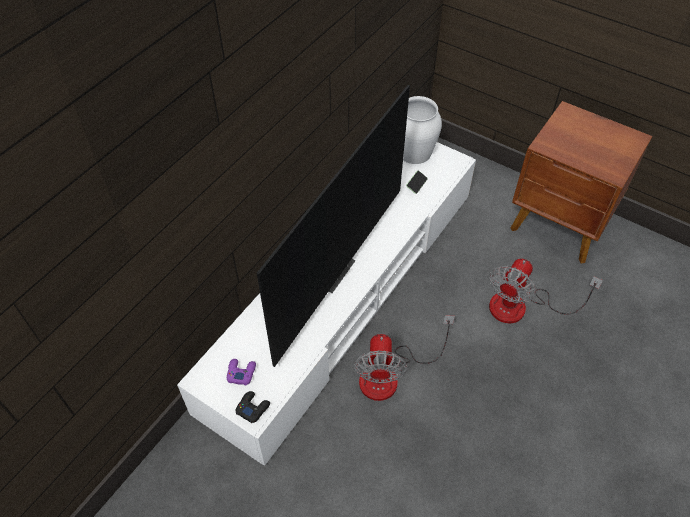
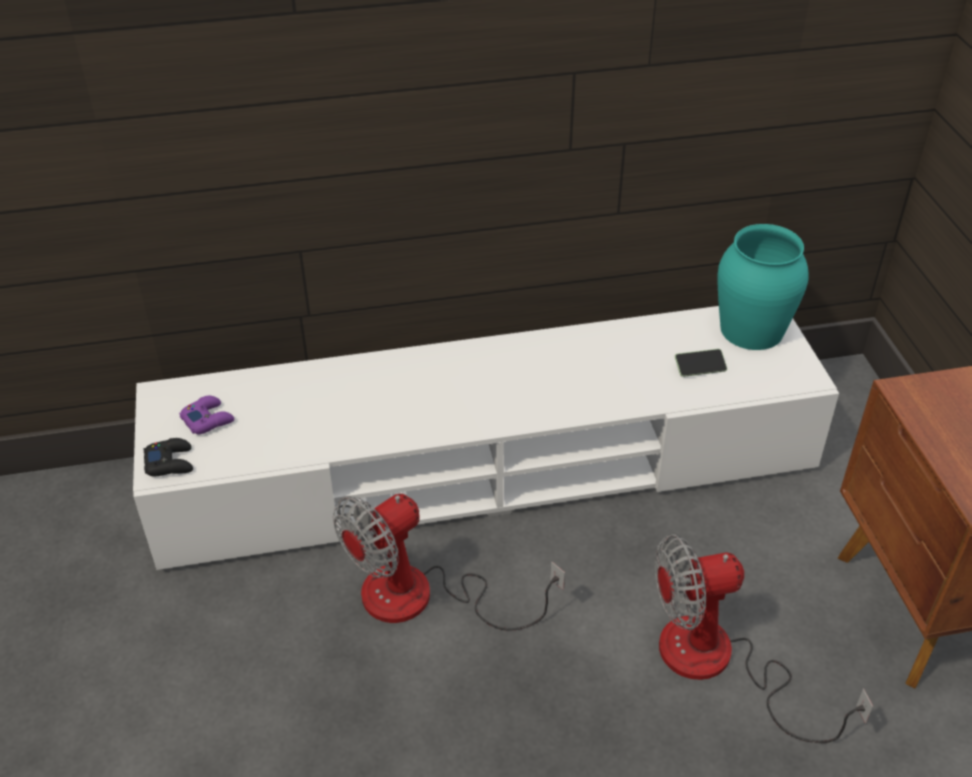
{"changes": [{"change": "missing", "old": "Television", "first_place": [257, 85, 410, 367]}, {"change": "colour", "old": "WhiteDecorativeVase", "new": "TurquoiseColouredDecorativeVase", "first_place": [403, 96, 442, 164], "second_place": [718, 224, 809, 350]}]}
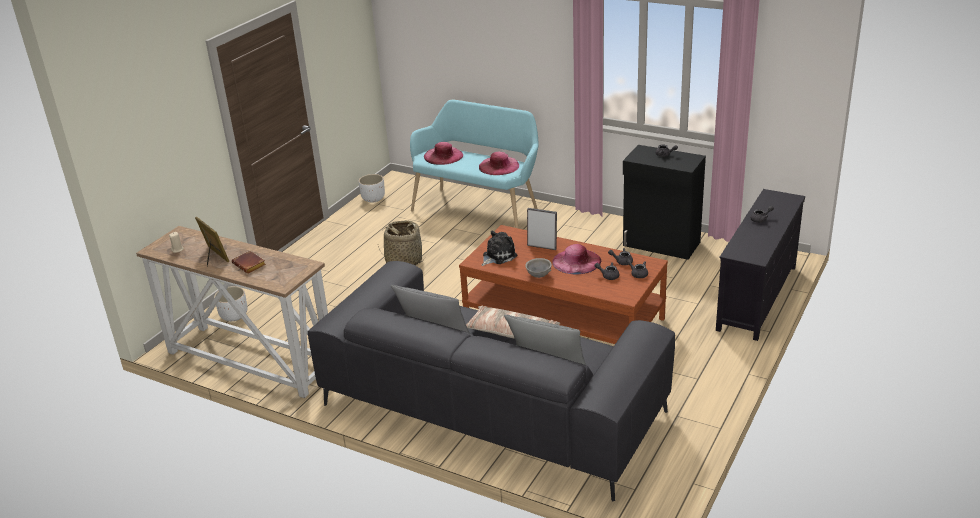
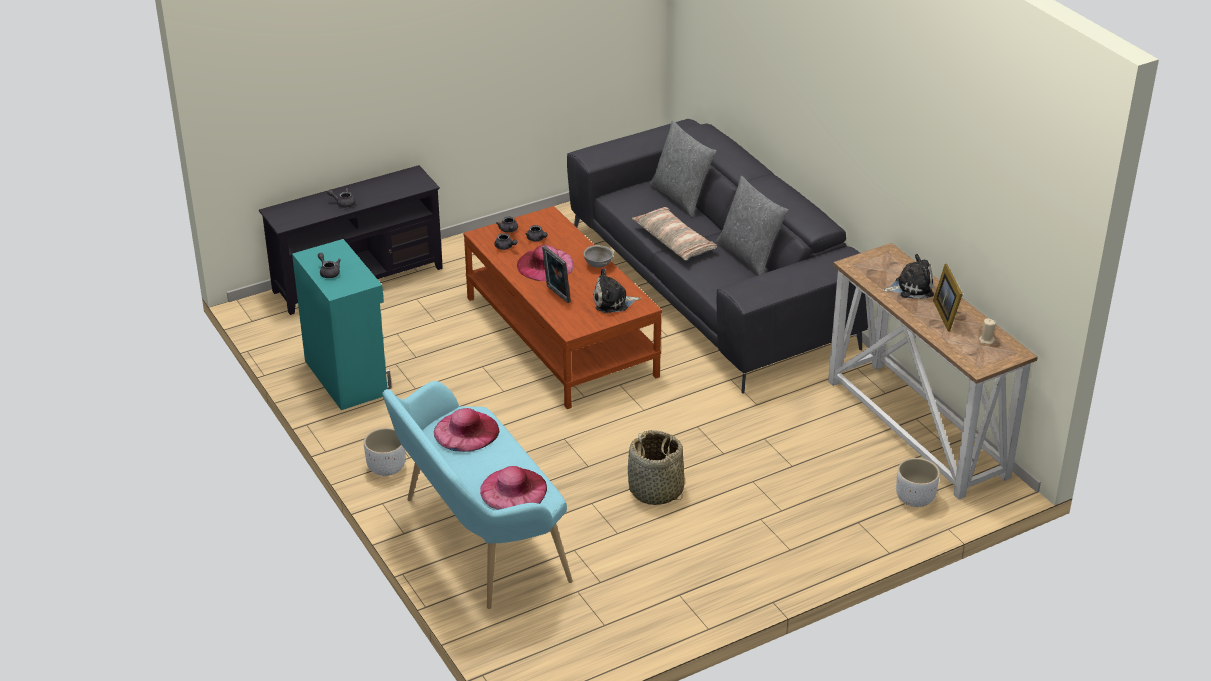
{"changes": [{"change": "relocated", "old": "WhiteFlowerPot", "first_place": [359, 174, 385, 202], "second_place": [364, 428, 406, 476]}, {"change": "exchanged", "old": "BrownVolume", "new": "CuddlyToy", "first_place": [232, 251, 266, 274], "second_place": [883, 254, 934, 299]}, {"change": "colour", "old": "BlackColouredCabinet", "new": "TurquoiseColouredCabinet", "first_place": [623, 145, 706, 260], "second_place": [292, 239, 392, 410]}]}
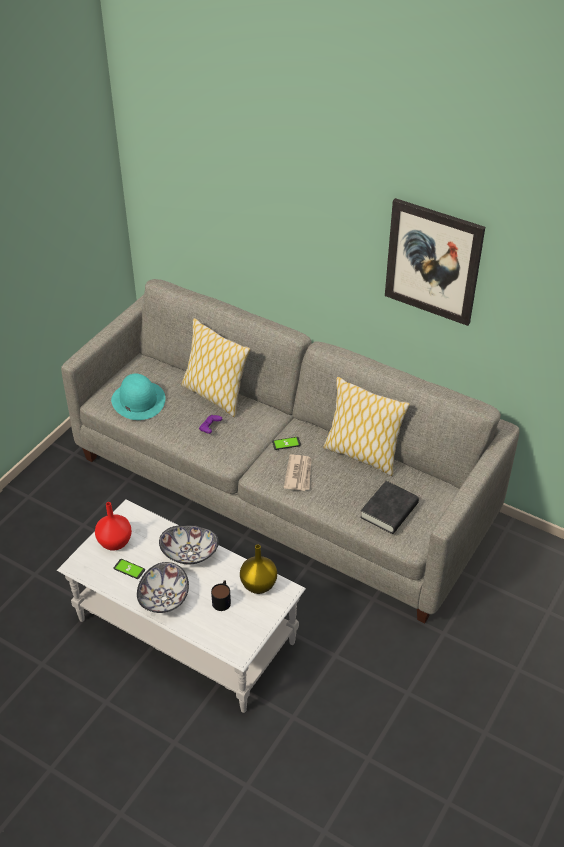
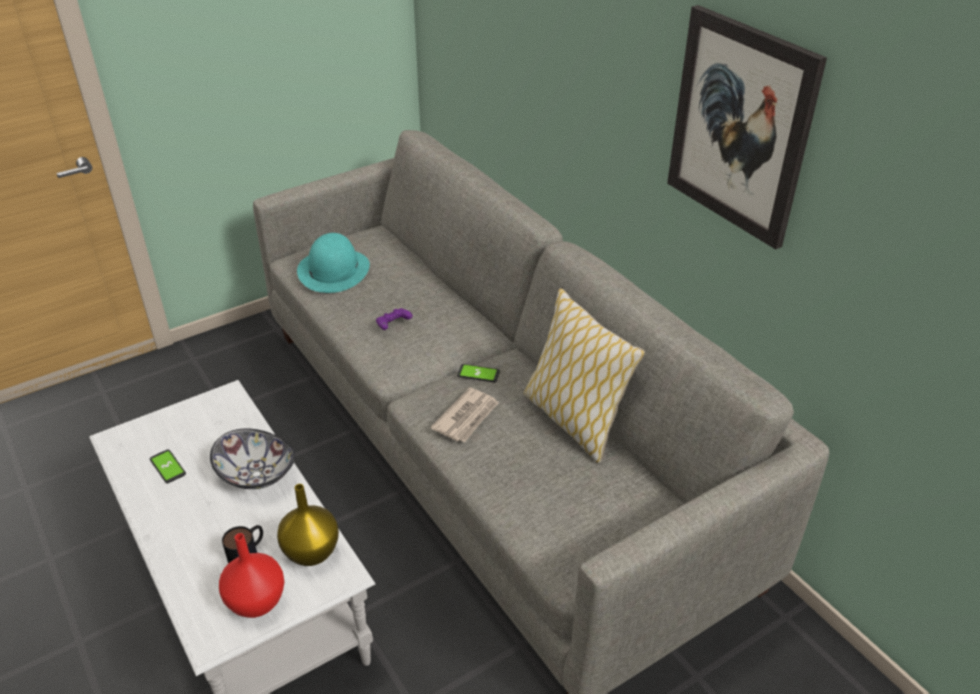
{"changes": [{"change": "missing", "old": "ServingBowl", "first_place": [137, 562, 189, 613]}, {"change": "missing", "old": "ThrowPillow", "first_place": [181, 318, 250, 417]}, {"change": "missing", "old": "BlackColouredVolume", "first_place": [360, 481, 419, 534]}, {"change": "relocated", "old": "RedDecorativeVase", "first_place": [95, 502, 132, 551], "second_place": [219, 533, 284, 618]}]}
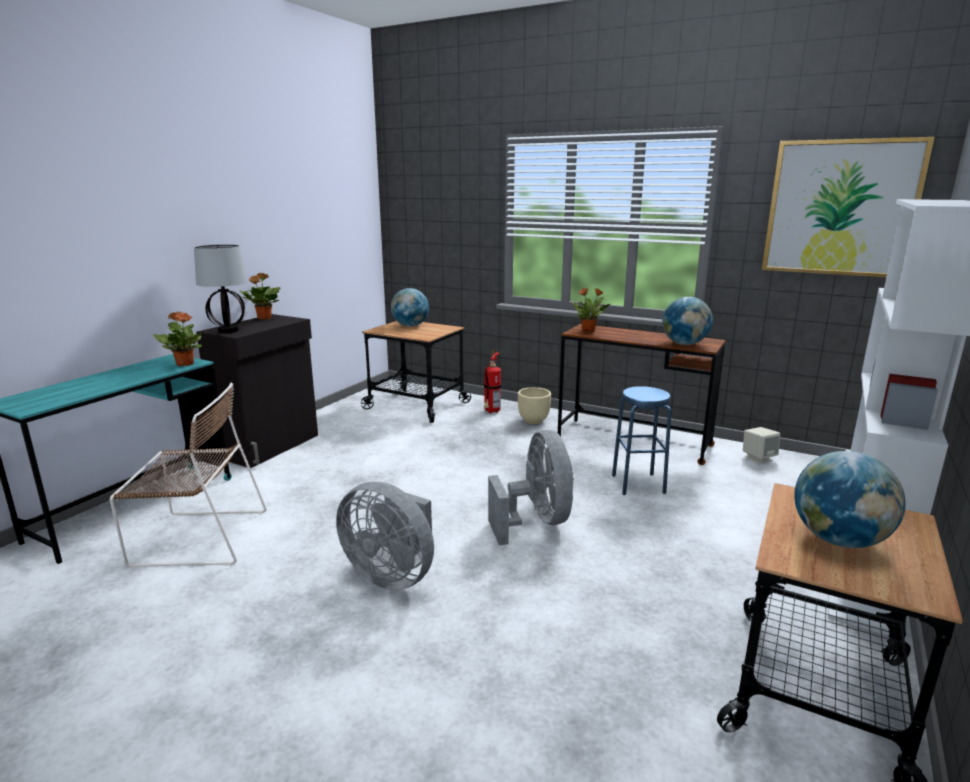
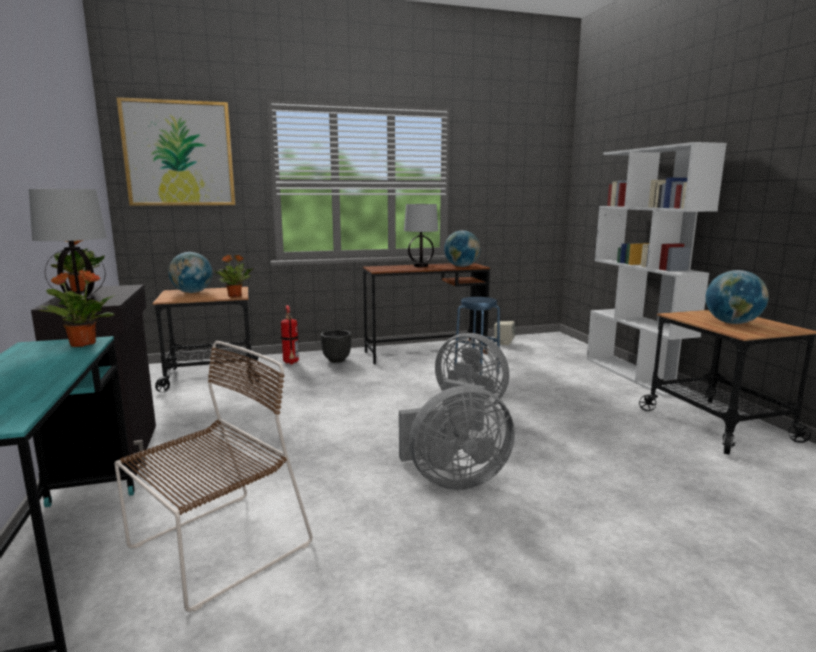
{"changes": [{"change": "appeared", "new": "LampForATable", "second_place": [404, 204, 438, 267]}, {"change": "relocated", "old": "PottedPlant", "first_place": [571, 287, 610, 332], "second_place": [214, 255, 253, 298]}, {"change": "relocated", "old": "WallPicture", "first_place": [762, 137, 935, 278], "second_place": [116, 97, 235, 206]}, {"change": "colour", "old": "BeigeFlowerPot", "new": "BlackColouredFlowerPot", "first_place": [518, 387, 551, 424], "second_place": [321, 330, 351, 363]}]}
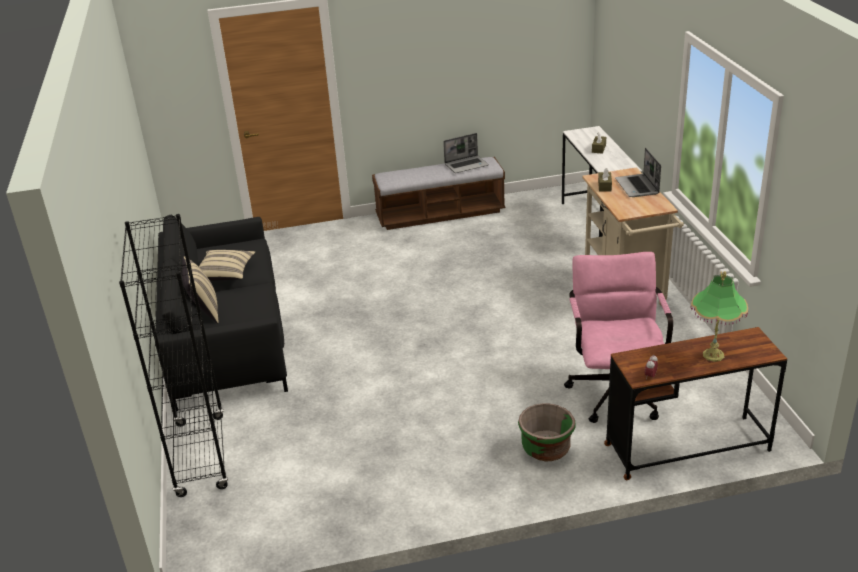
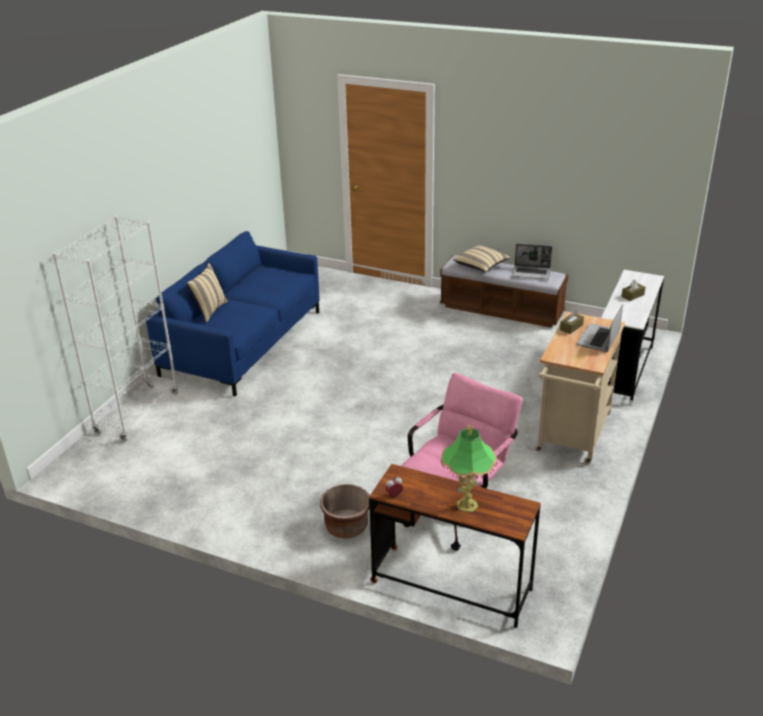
{"changes": [{"change": "relocated", "old": "BeigeThrowPillow", "first_place": [199, 250, 256, 281], "second_place": [453, 245, 511, 272]}, {"change": "colour", "old": "BlackColouredBookcase", "new": "WhiteBookcase", "first_place": [119, 214, 228, 497], "second_place": [52, 216, 178, 441]}, {"change": "colour", "old": "BlackColouredSofa", "new": "BluishSofa", "first_place": [155, 215, 288, 411], "second_place": [146, 231, 320, 396]}, {"change": "colour", "old": "GreenColouredFlowerPot", "new": "BrownFlowerPot", "first_place": [518, 403, 576, 462], "second_place": [320, 484, 369, 539]}]}
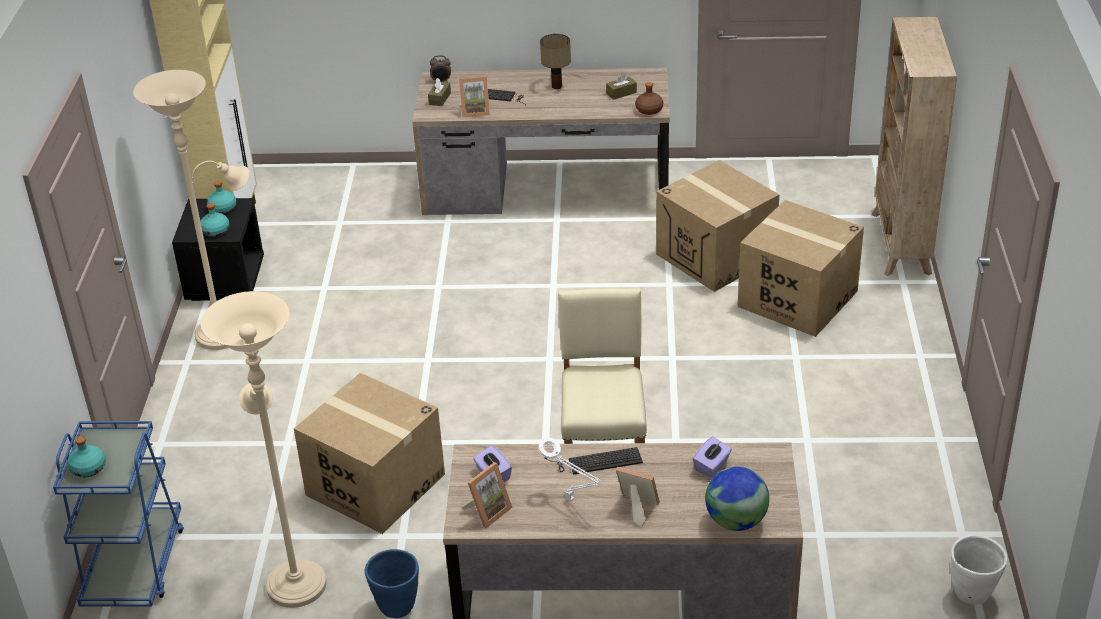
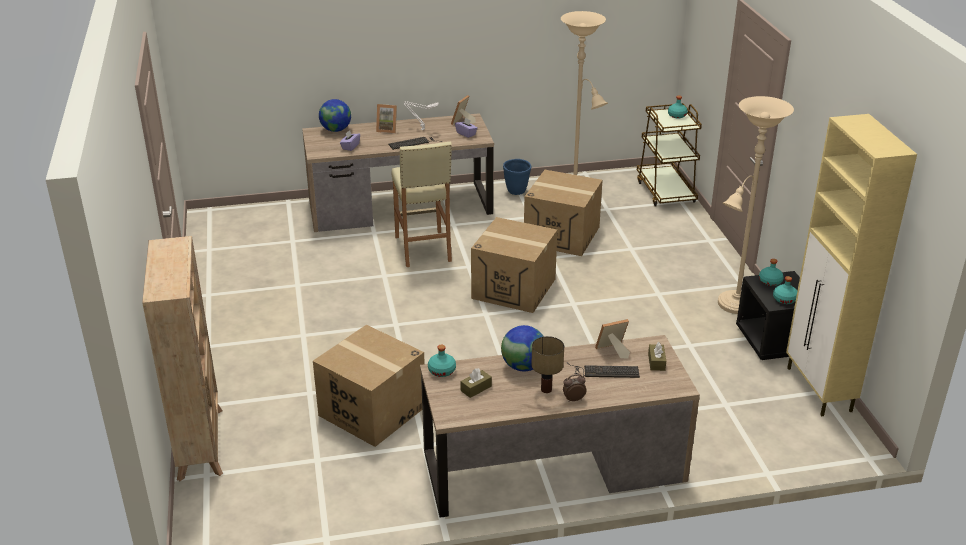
{"changes": [{"change": "missing", "old": "WhiteFlowerPot", "first_place": [951, 535, 1007, 605]}, {"change": "appeared", "new": "WorldGlobe", "second_place": [501, 325, 544, 371]}, {"change": "relocated", "old": "BedsideClock", "first_place": [430, 55, 451, 83], "second_place": [563, 374, 587, 402]}, {"change": "relocated", "old": "CardboardBox", "first_place": [738, 200, 864, 337], "second_place": [471, 217, 557, 313]}, {"change": "colour", "old": "BluishCart", "new": "BrownCart", "first_place": [53, 421, 184, 606], "second_place": [637, 103, 702, 206]}, {"change": "colour", "old": "BrownBottle", "new": "TurquoiseColouredBottle", "first_place": [635, 82, 663, 115], "second_place": [428, 345, 456, 377]}]}
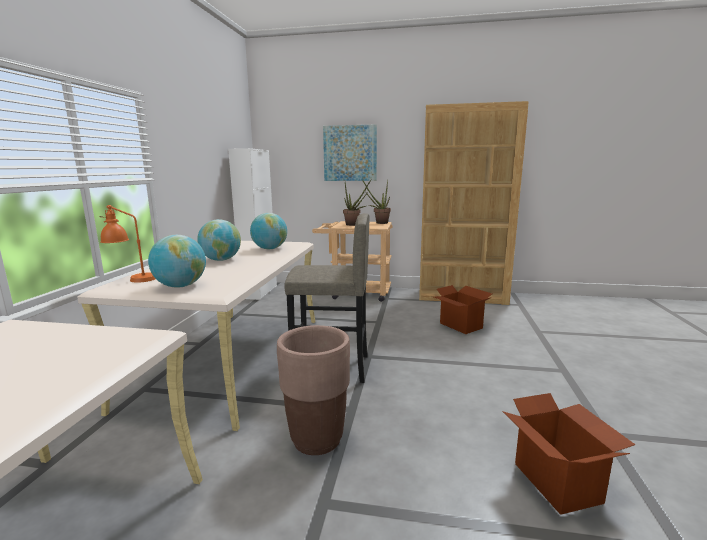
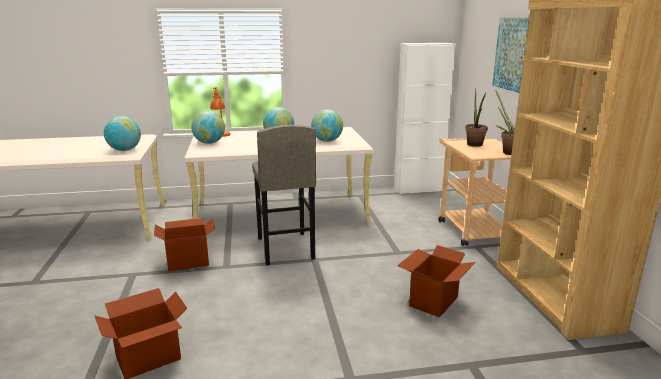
{"changes": [{"change": "appeared", "new": "WorldGlobe", "second_place": [104, 116, 141, 151]}, {"change": "exchanged", "old": "BrownFlowerPot", "new": "CardboardBox", "first_place": [277, 325, 350, 455], "second_place": [154, 218, 215, 271]}]}
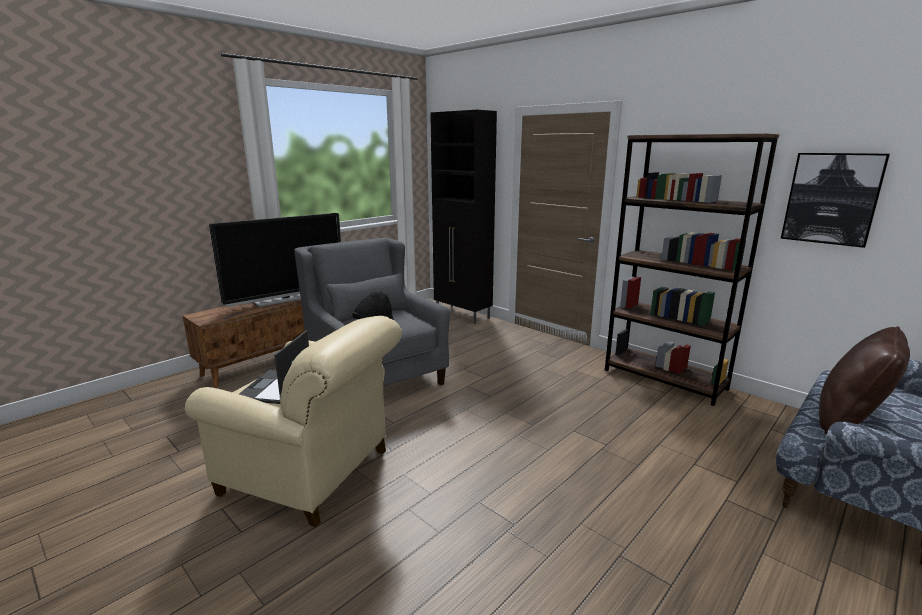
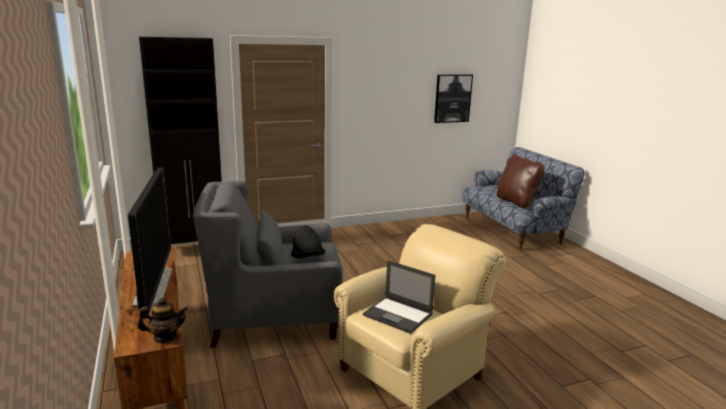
{"changes": [{"change": "missing", "old": "BrownBookcase", "first_place": [605, 133, 779, 406]}, {"change": "appeared", "new": "Teapot", "second_place": [137, 298, 188, 343]}]}
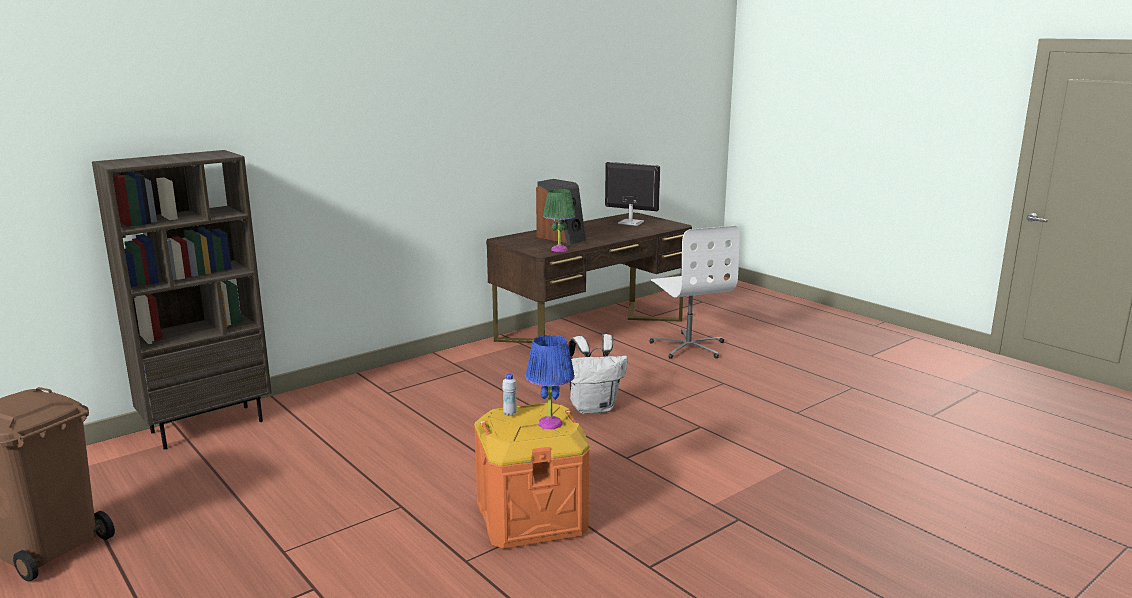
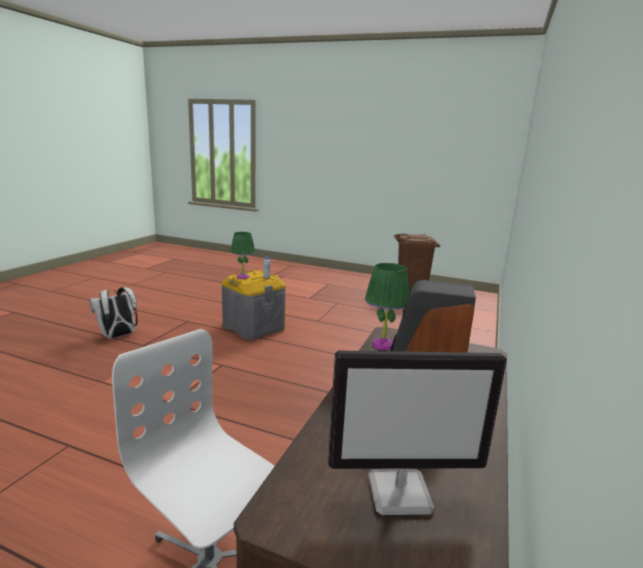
{"changes": [{"change": "missing", "old": "BrownBookcase", "first_place": [92, 150, 272, 450]}, {"change": "relocated", "old": "WhiteRucksack", "first_place": [568, 334, 628, 414], "second_place": [89, 287, 138, 339]}, {"change": "colour", "old": "OrangeColouredStorageBox", "new": "GreyStorageBox", "first_place": [474, 402, 590, 549], "second_place": [221, 270, 286, 340]}, {"change": "colour", "old": "BluishLampForATable", "new": "GreenColouredLampForATable", "first_place": [526, 335, 575, 429], "second_place": [230, 232, 255, 279]}]}
